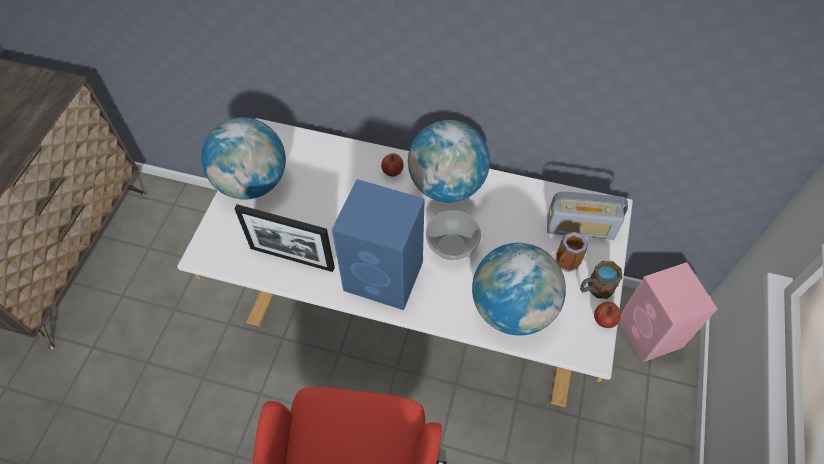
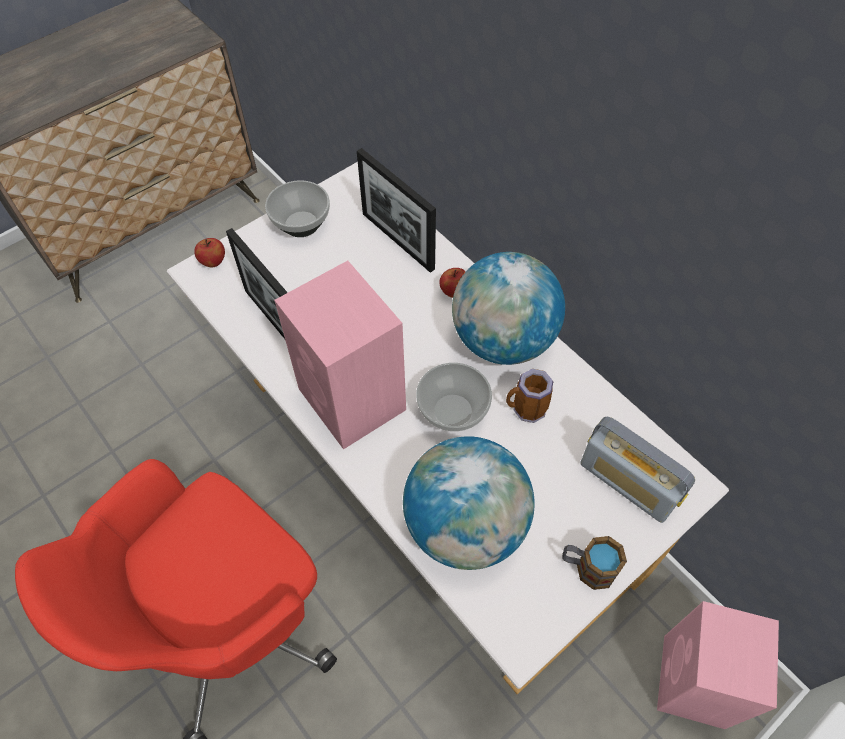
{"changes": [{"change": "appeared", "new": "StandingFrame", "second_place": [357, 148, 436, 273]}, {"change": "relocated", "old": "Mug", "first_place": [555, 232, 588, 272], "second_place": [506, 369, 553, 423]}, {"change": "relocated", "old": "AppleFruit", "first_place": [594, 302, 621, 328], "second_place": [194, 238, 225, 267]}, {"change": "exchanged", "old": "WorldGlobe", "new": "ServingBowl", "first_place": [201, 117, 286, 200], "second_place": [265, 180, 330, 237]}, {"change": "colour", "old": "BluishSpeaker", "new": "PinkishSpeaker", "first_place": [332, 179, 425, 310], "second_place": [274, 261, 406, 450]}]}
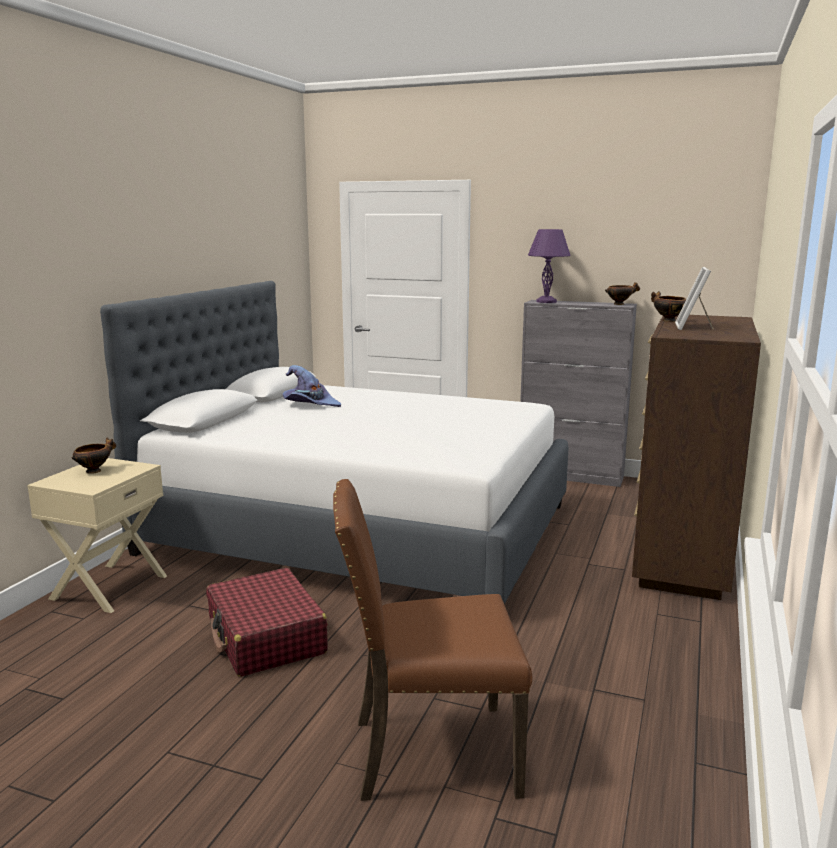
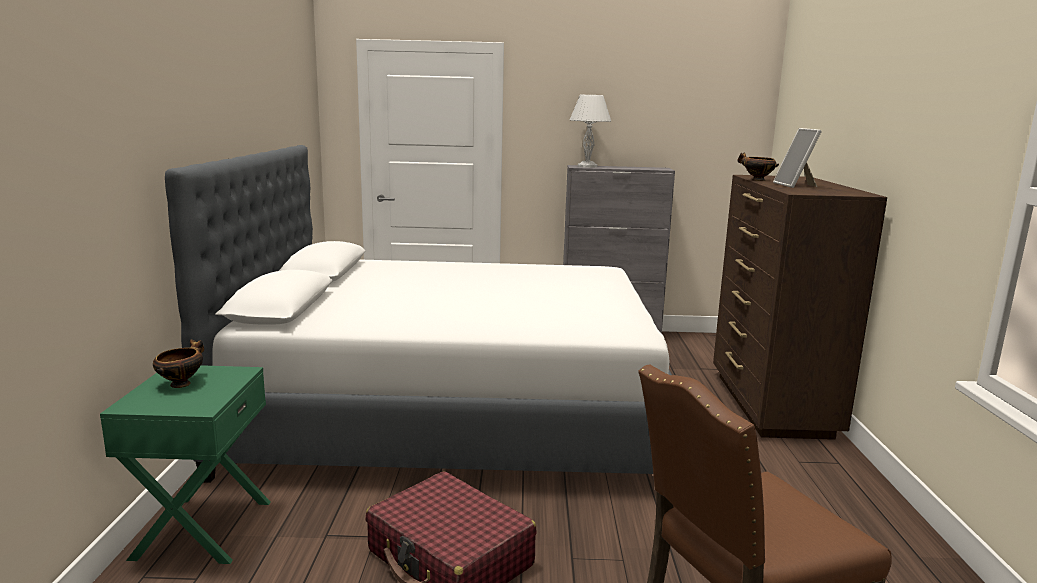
{"changes": [{"change": "missing", "old": "PurpleColouredWearableHat", "first_place": [283, 365, 341, 407]}, {"change": "missing", "old": "ServingBowl", "first_place": [605, 283, 640, 305]}, {"change": "colour", "old": "BeigeBedsideTable", "new": "GreenColouredBedsideTable", "first_place": [27, 458, 167, 613], "second_place": [100, 365, 270, 564]}, {"change": "colour", "old": "PurpleColouredLampForATable", "new": "WhiteLampForATable", "first_place": [528, 229, 571, 303], "second_place": [570, 95, 611, 168]}]}
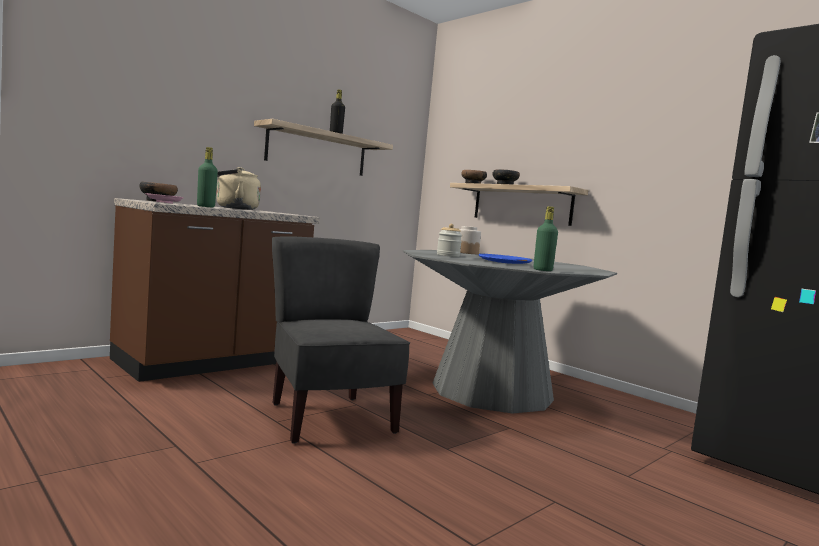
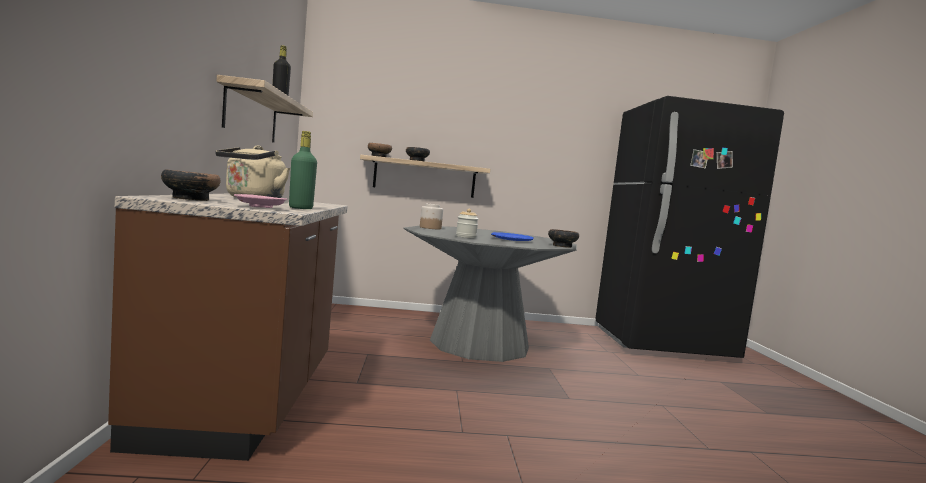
{"changes": [{"change": "missing", "old": "GreyChair", "first_place": [272, 236, 410, 444]}, {"change": "exchanged", "old": "GreenColouredBottle", "new": "ServingBowl", "first_place": [534, 206, 558, 271], "second_place": [548, 229, 579, 248]}]}
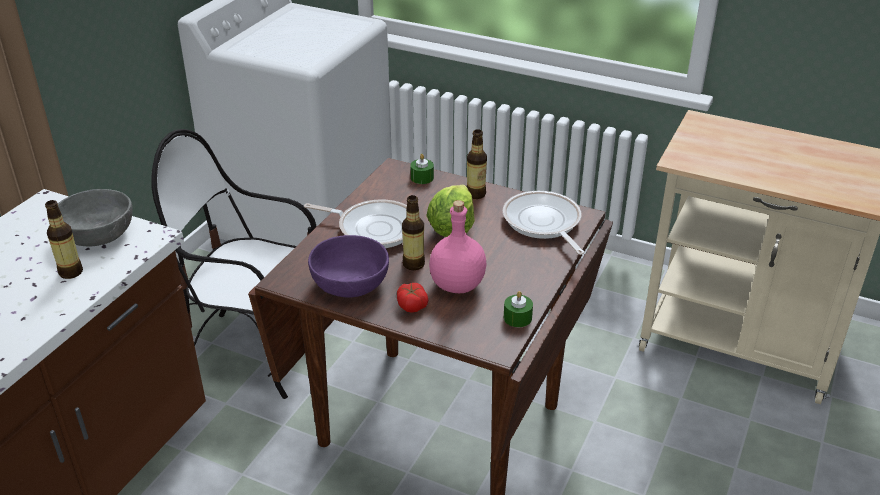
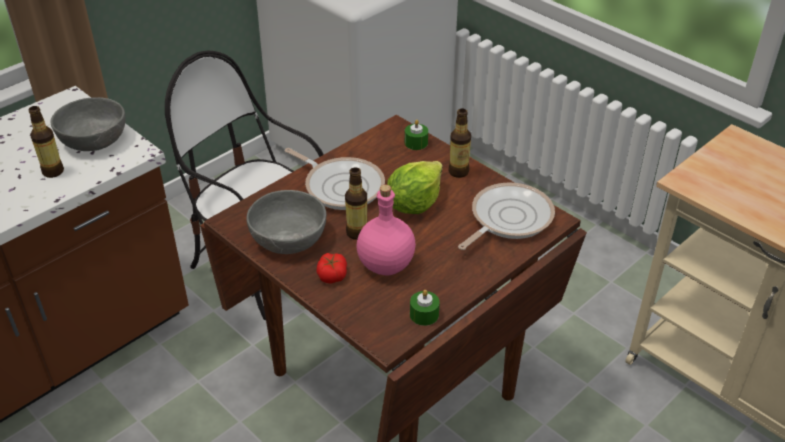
{"changes": [{"change": "colour", "old": "PurpleColouredServingBowl", "new": "GreyServingBowl", "first_place": [308, 235, 389, 298], "second_place": [246, 190, 326, 254]}, {"change": "spun", "old": "Skillet", "first_place": [503, 191, 584, 255], "second_place": [458, 183, 555, 250], "degrees": 45}]}
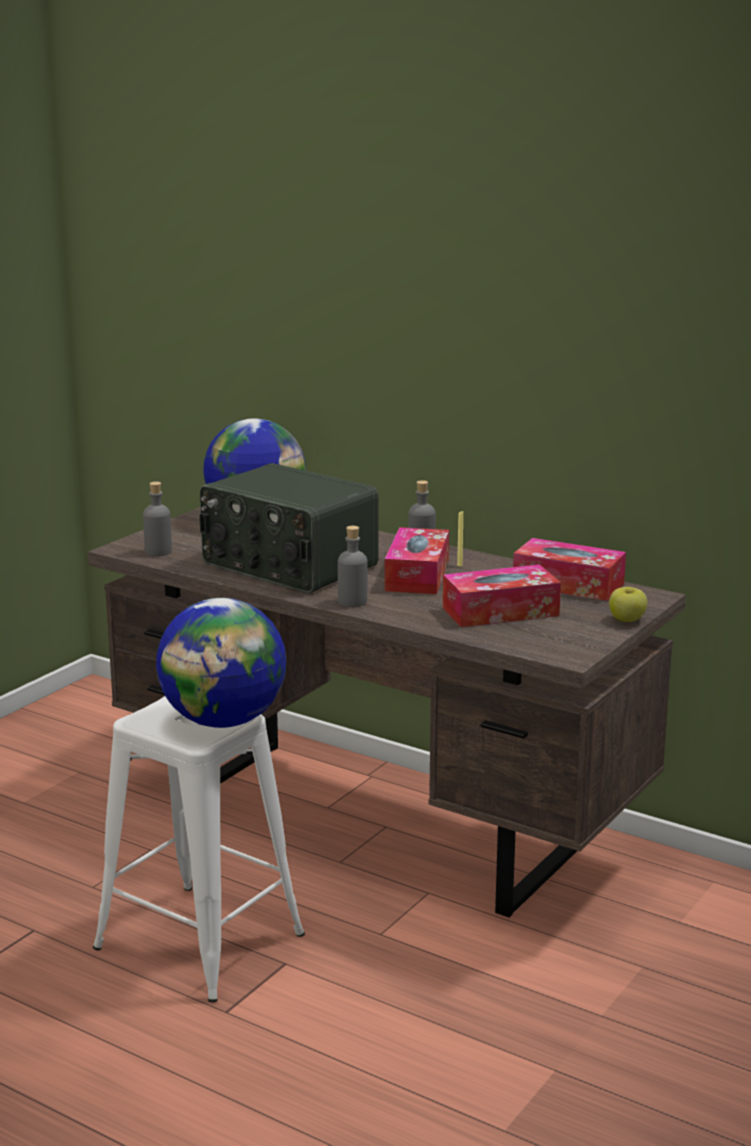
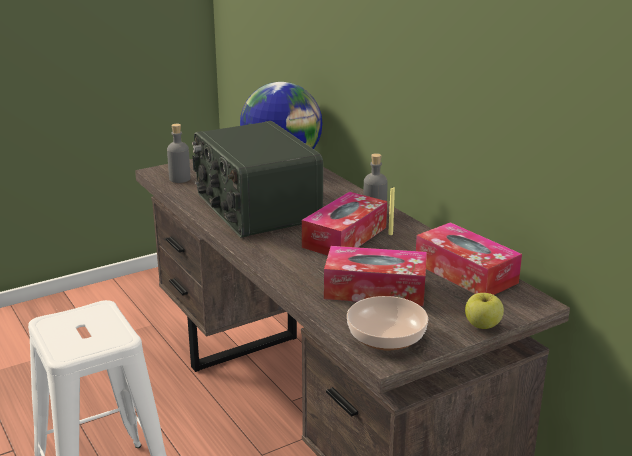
{"changes": [{"change": "missing", "old": "WorldGlobe", "first_place": [156, 598, 286, 728]}, {"change": "missing", "old": "GreyBottle", "first_place": [338, 526, 368, 607]}, {"change": "appeared", "new": "ServingBowl", "second_place": [347, 296, 428, 350]}]}
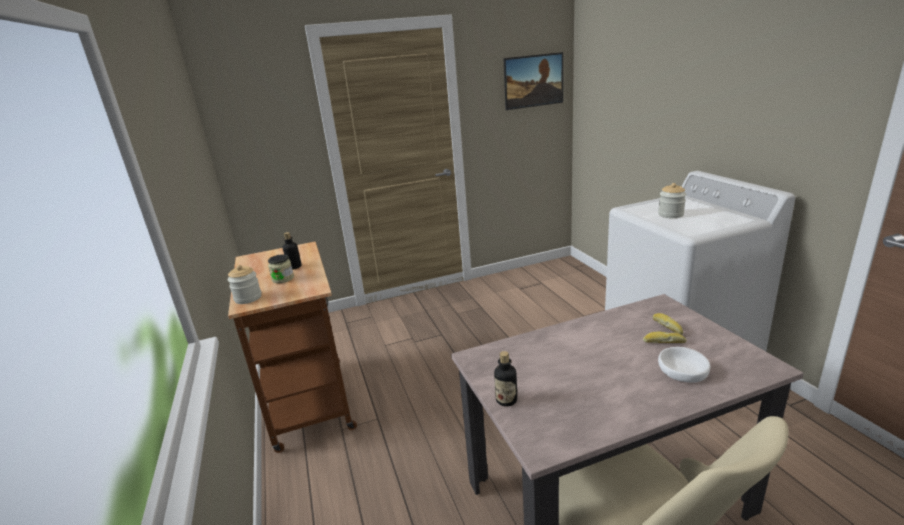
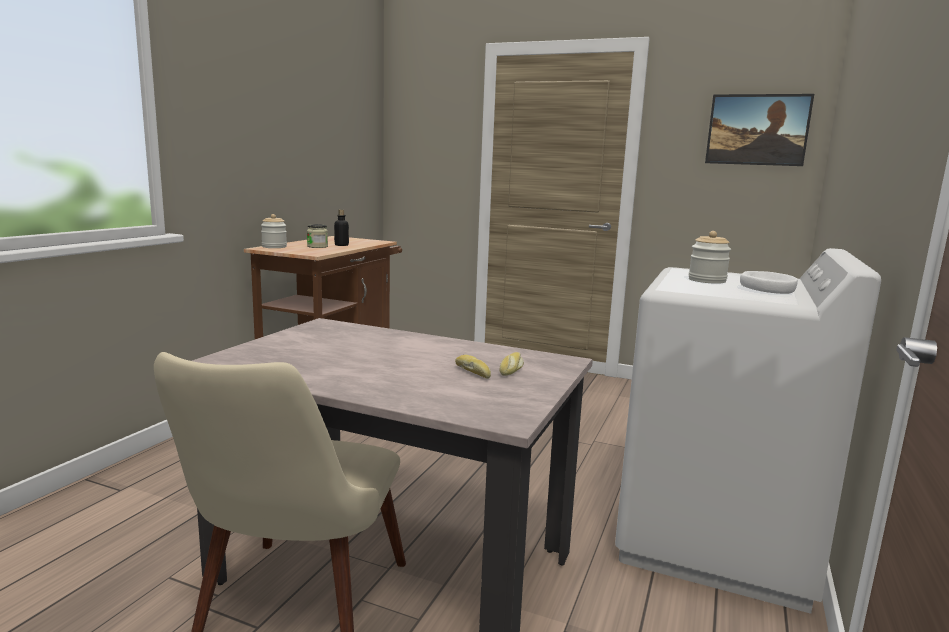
{"changes": [{"change": "missing", "old": "Bottle", "first_place": [494, 351, 517, 407]}, {"change": "relocated", "old": "WhiteServingBowl", "first_place": [658, 347, 710, 383], "second_place": [740, 271, 798, 294]}]}
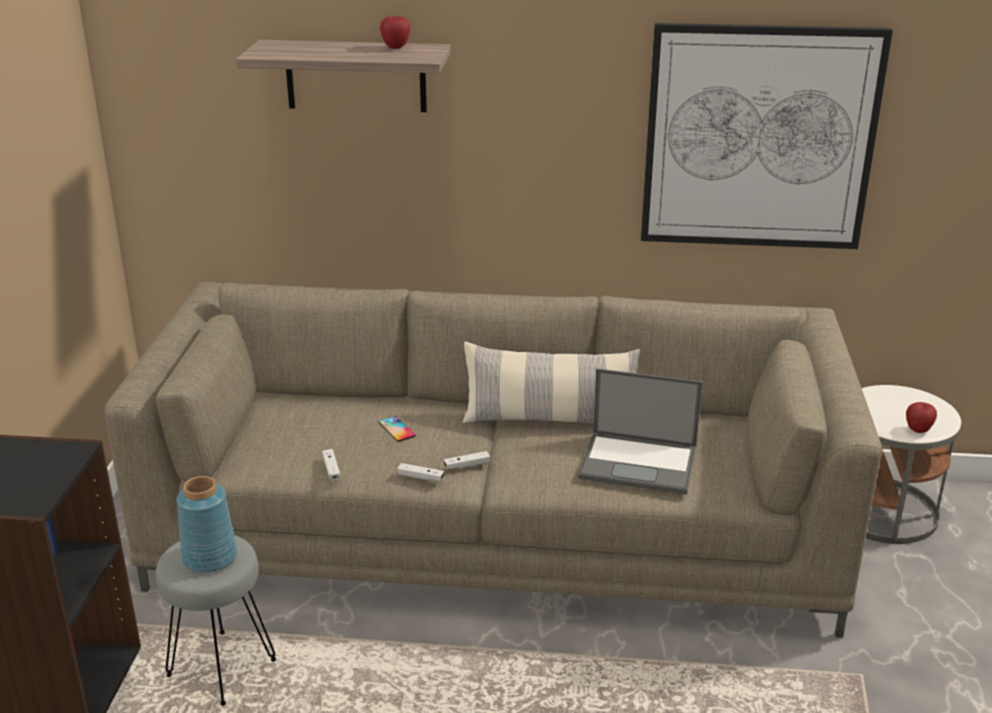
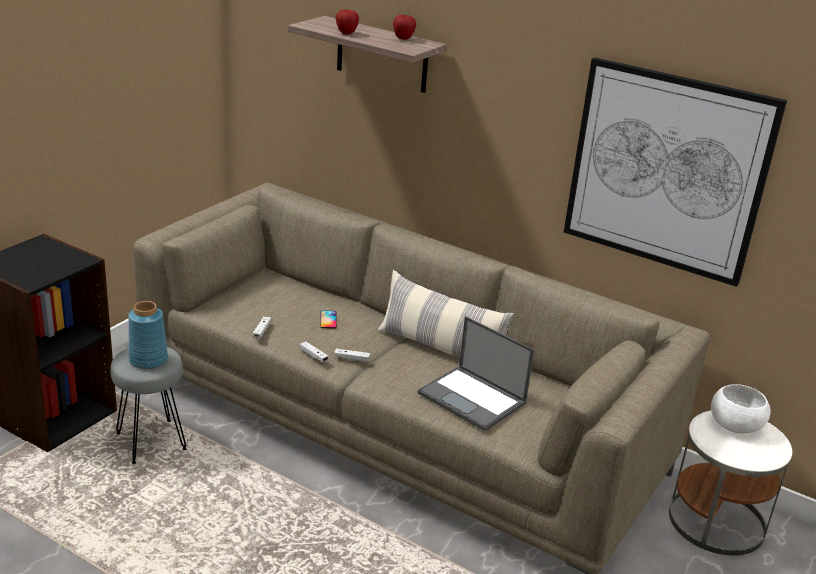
{"changes": [{"change": "appeared", "new": "WhiteServingBowl", "second_place": [711, 384, 771, 433]}, {"change": "relocated", "old": "AppleFruit", "first_place": [906, 402, 937, 433], "second_place": [335, 9, 359, 35]}]}
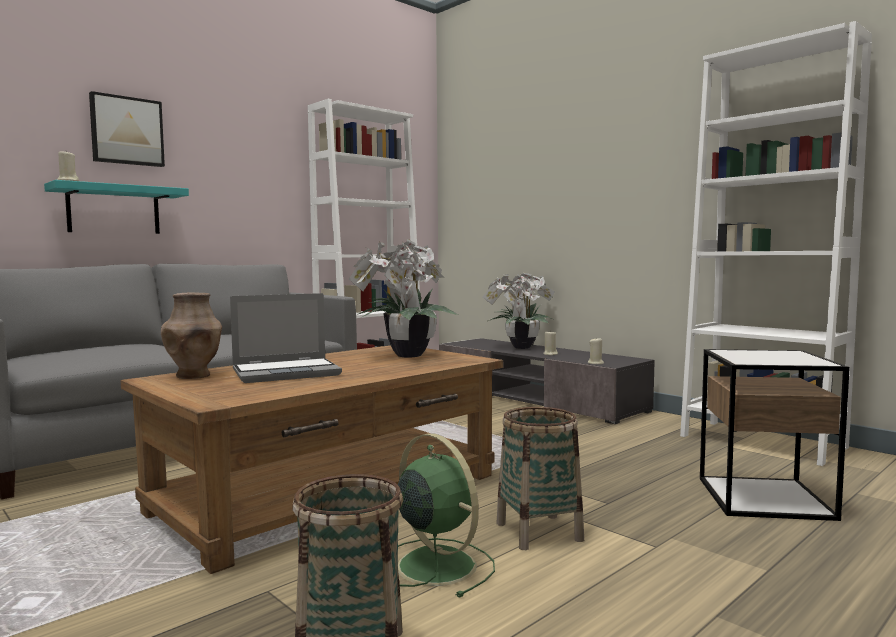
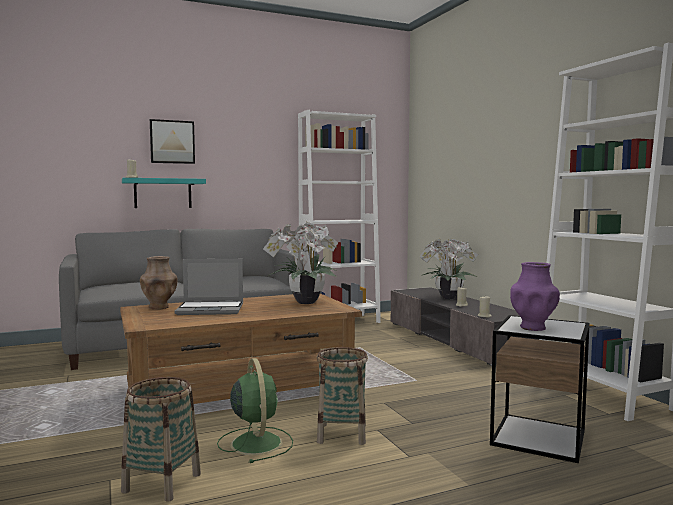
{"changes": [{"change": "appeared", "new": "PurpleColouredDecorativeVase", "second_place": [510, 262, 560, 331]}]}
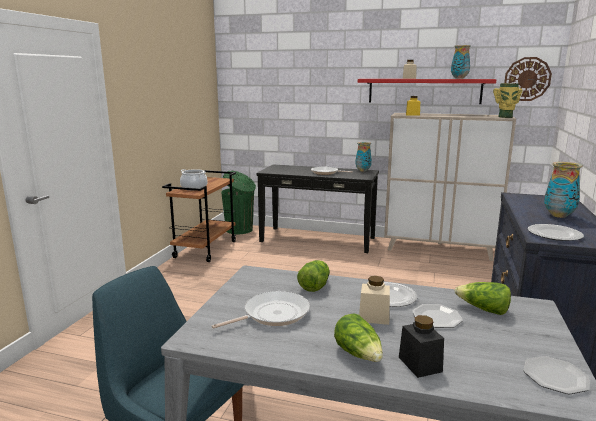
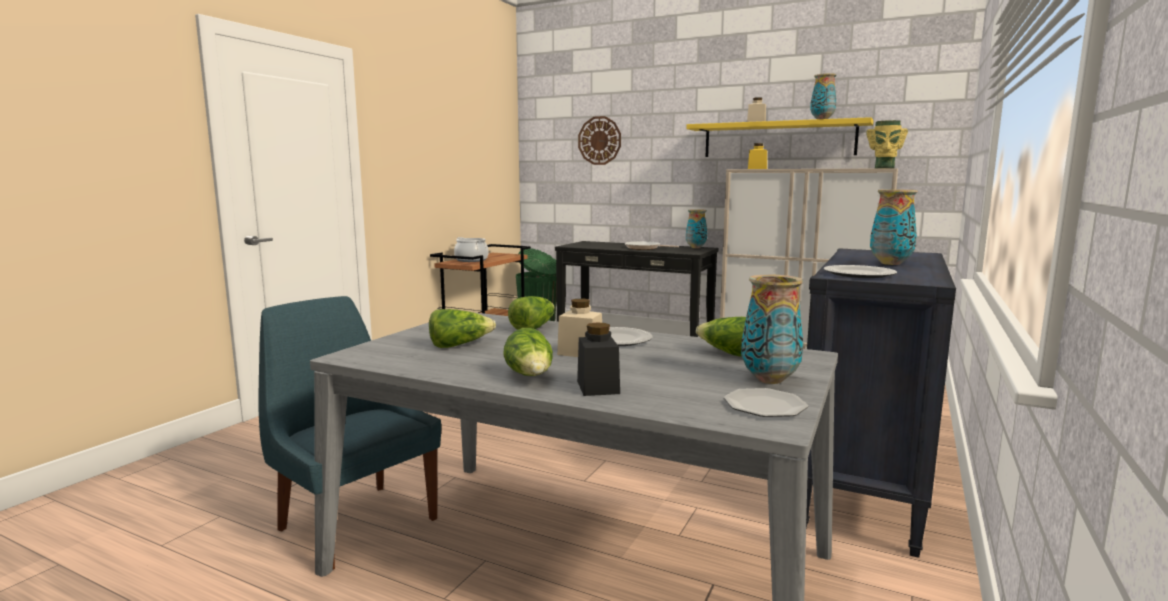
{"changes": [{"change": "missing", "old": "FlatDish", "first_place": [412, 304, 463, 328]}, {"change": "appeared", "new": "DecorativeVase", "second_place": [741, 274, 803, 384]}, {"change": "relocated", "old": "ClockOnTheWall", "first_place": [504, 57, 552, 101], "second_place": [578, 116, 621, 165]}, {"change": "exchanged", "old": "Skillet", "new": "Lettuce", "first_place": [212, 291, 310, 329], "second_place": [429, 309, 496, 348]}, {"change": "colour", "old": "RedBracketShelf", "new": "YellowColouredBracketShelf", "first_place": [358, 79, 497, 104], "second_place": [686, 117, 873, 157]}]}
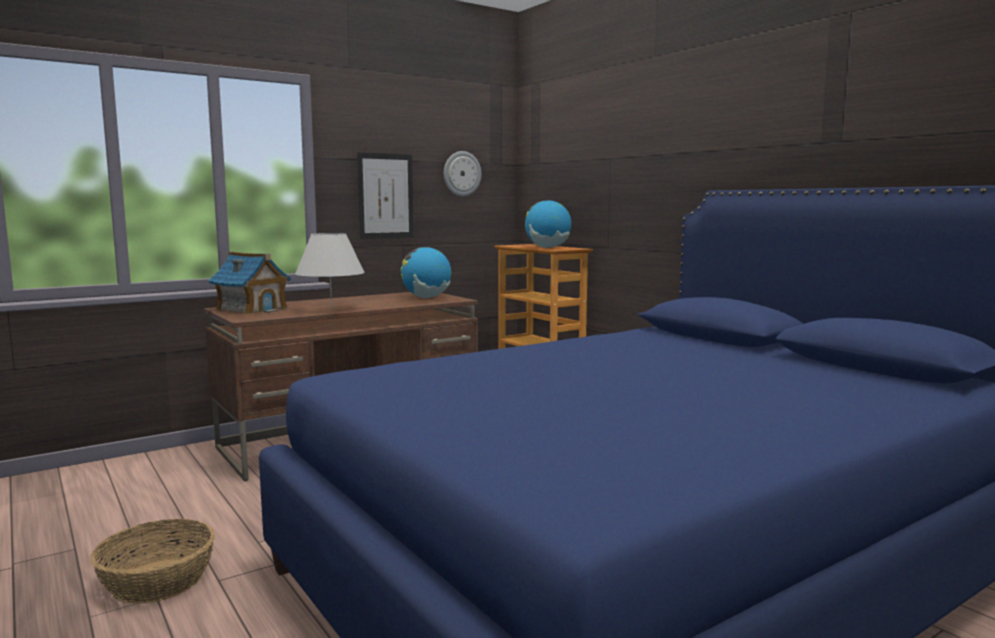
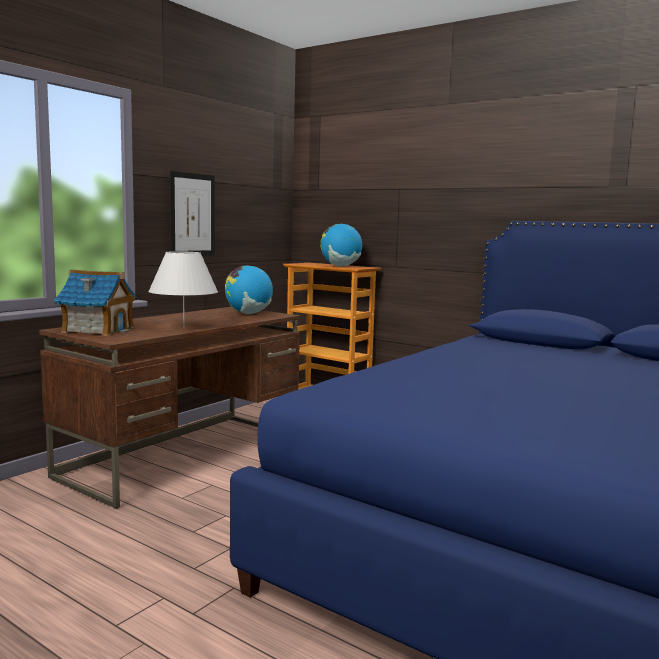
{"changes": [{"change": "missing", "old": "StorageBasket", "first_place": [90, 519, 215, 604]}, {"change": "missing", "old": "ClockOnTheWall", "first_place": [444, 151, 481, 196]}]}
